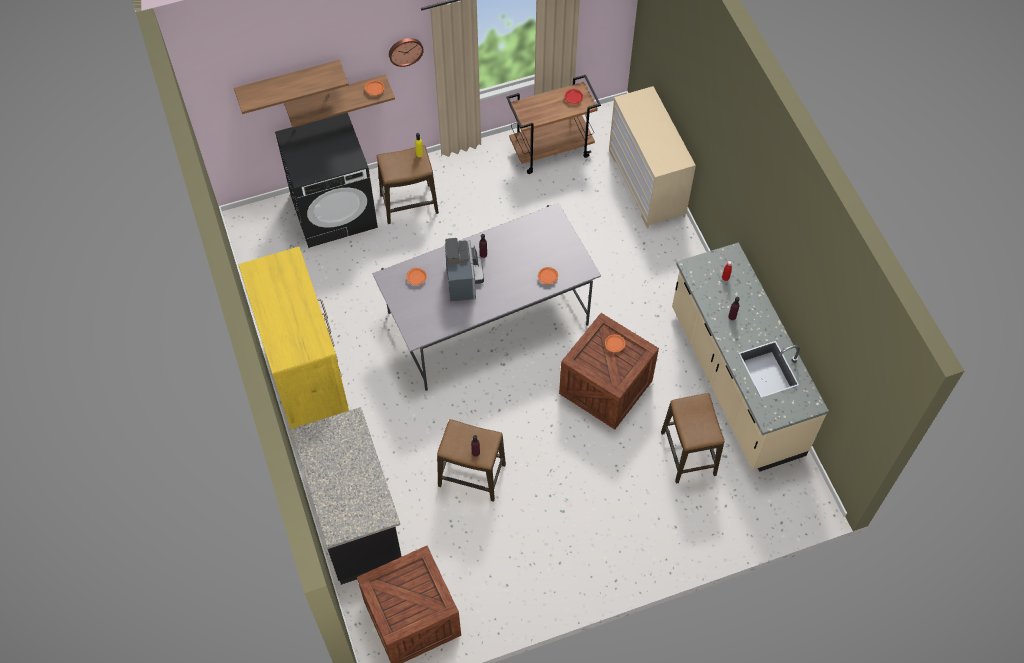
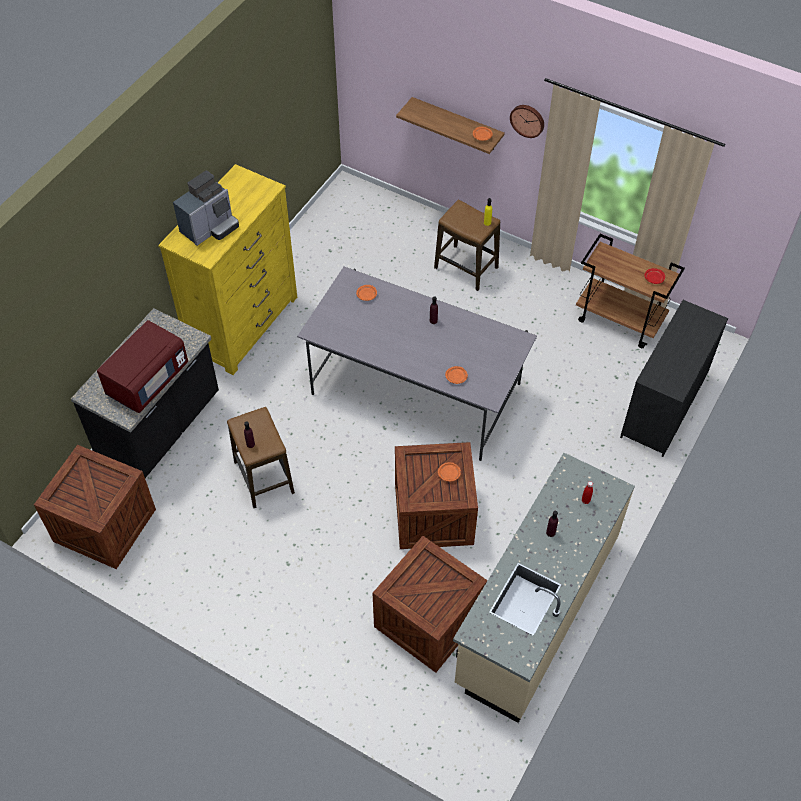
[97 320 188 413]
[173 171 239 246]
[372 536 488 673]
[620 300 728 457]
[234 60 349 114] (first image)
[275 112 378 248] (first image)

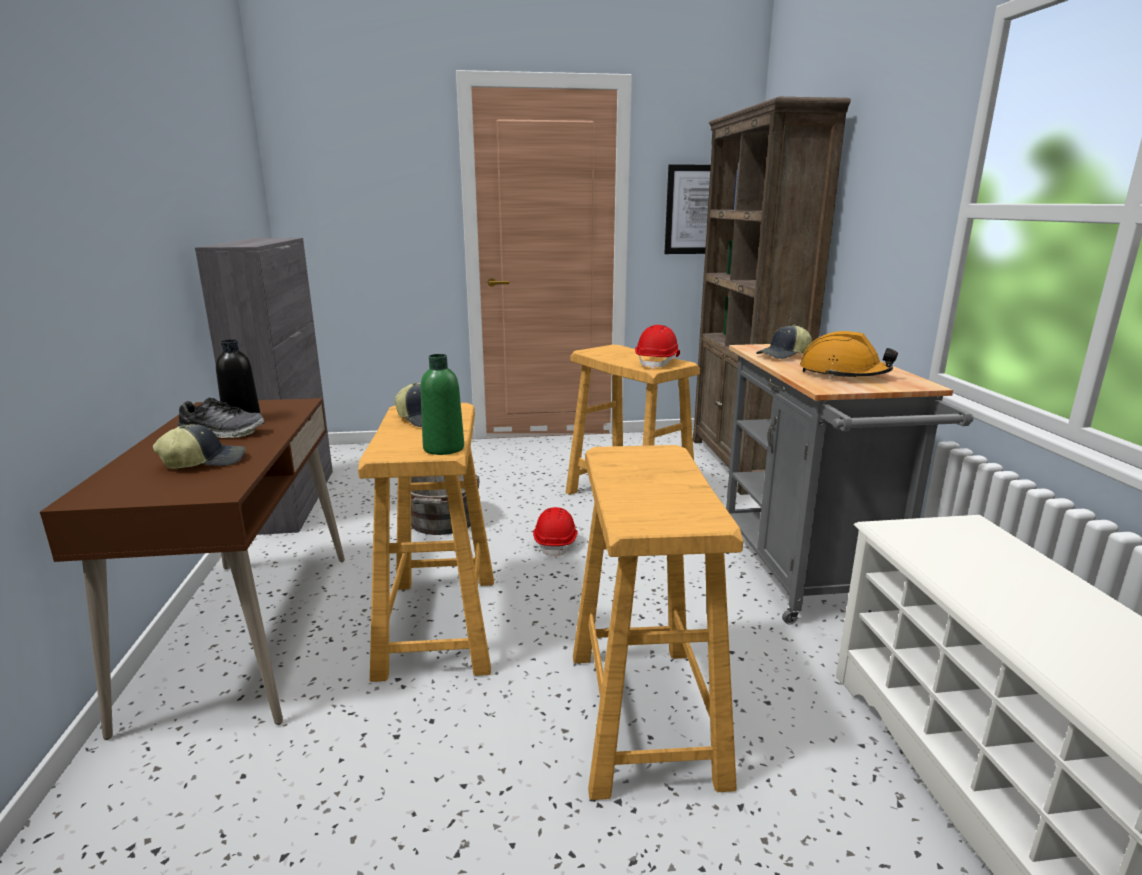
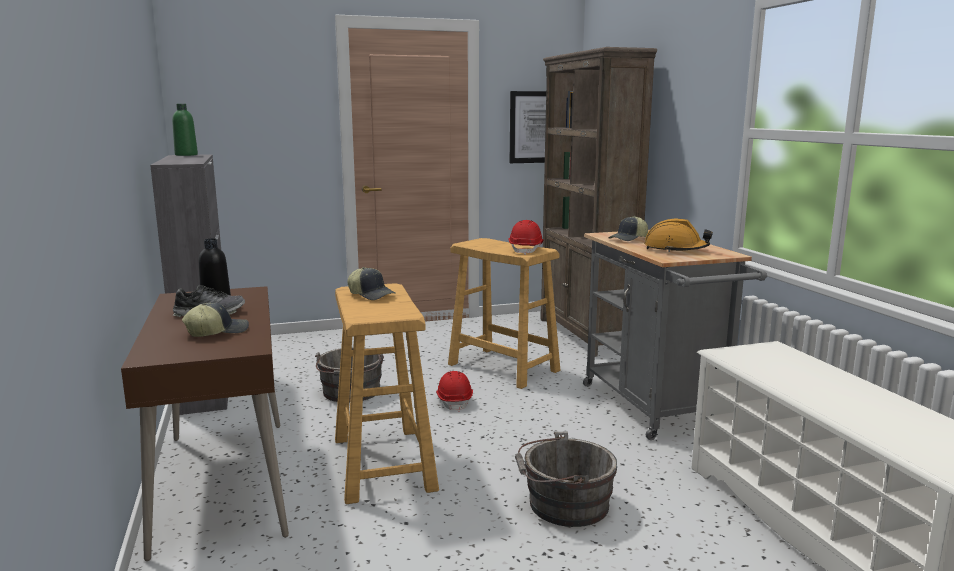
[172 104 198 156]
[515 431 617 527]

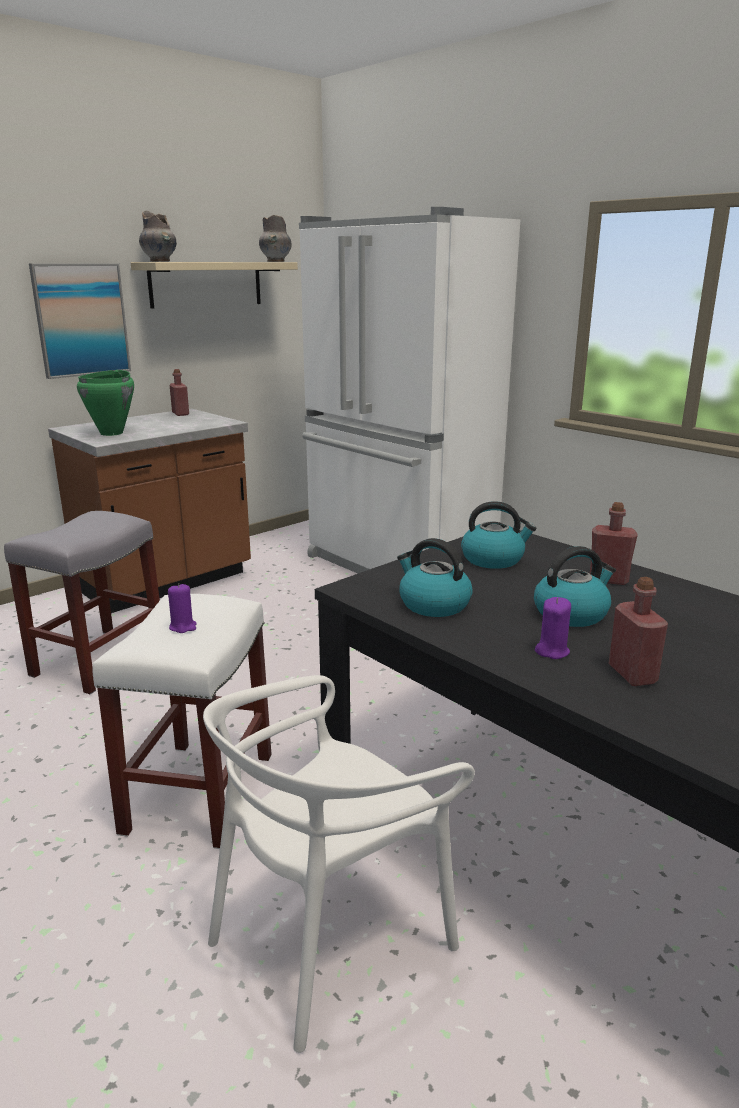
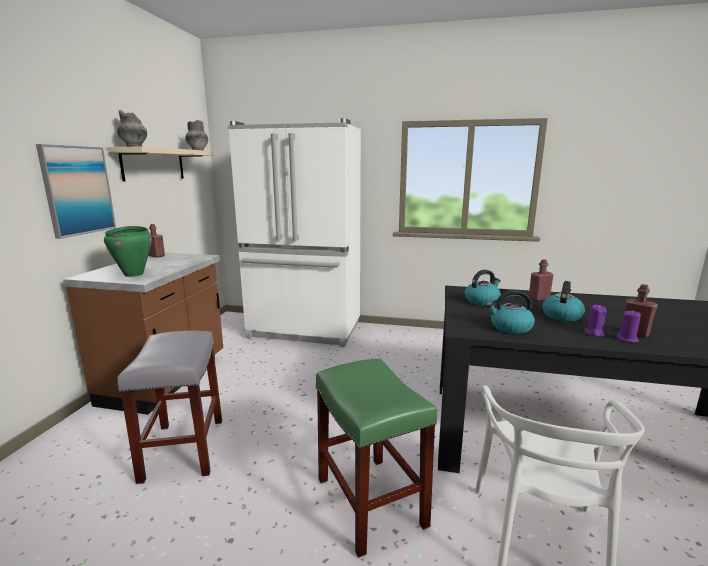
[315 359 437 558]
[617 310 641 342]

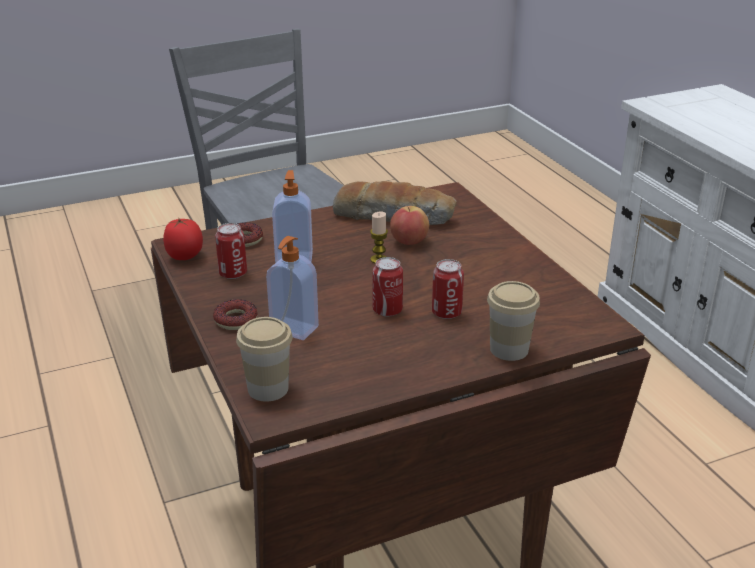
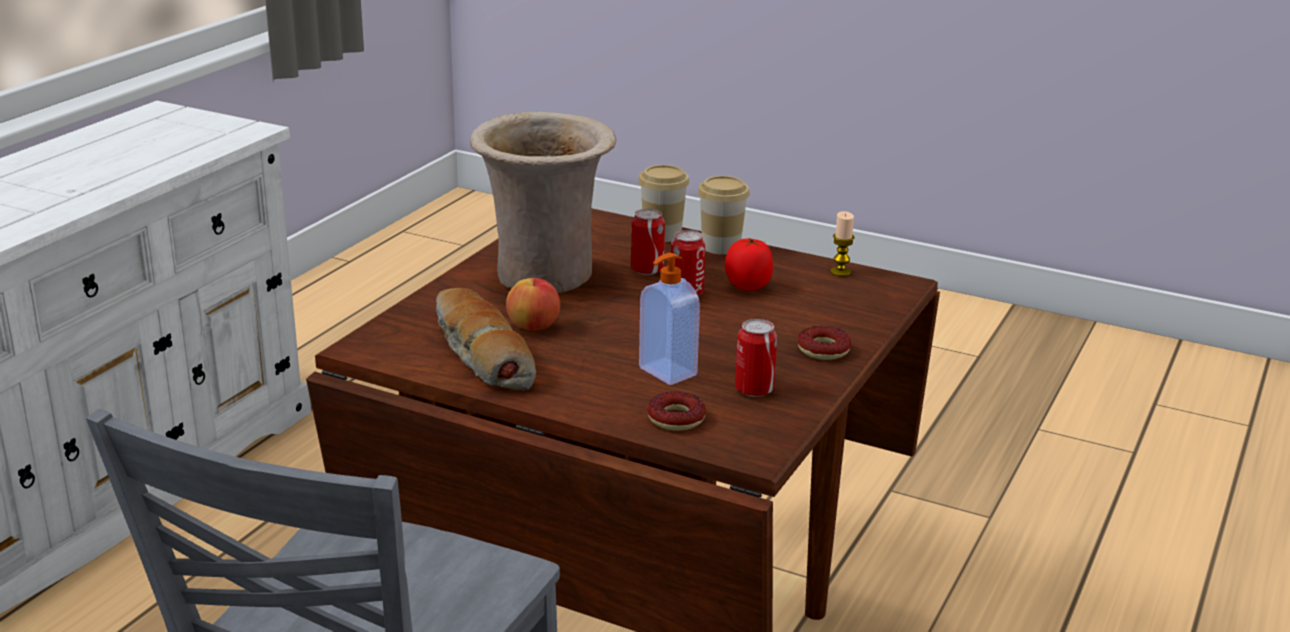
[470 112 617 293]
[698 176 750 255]
[725 238 773 291]
[830 211 854 277]
[266 236 319 340] (first image)

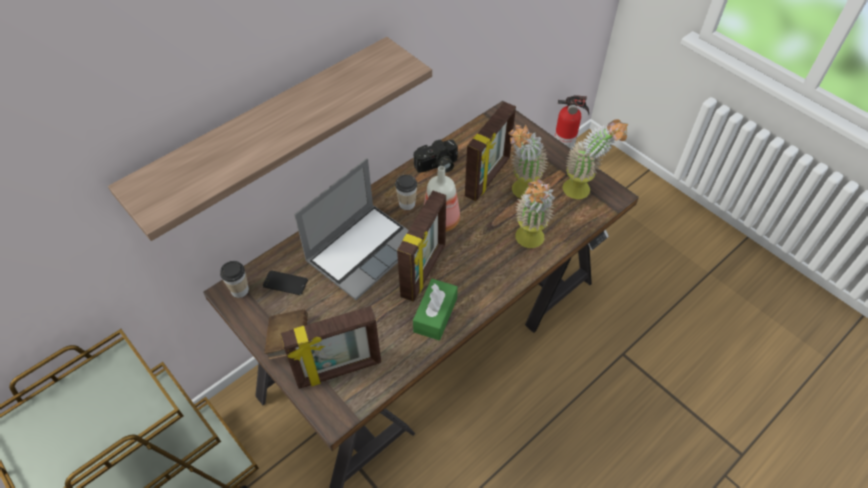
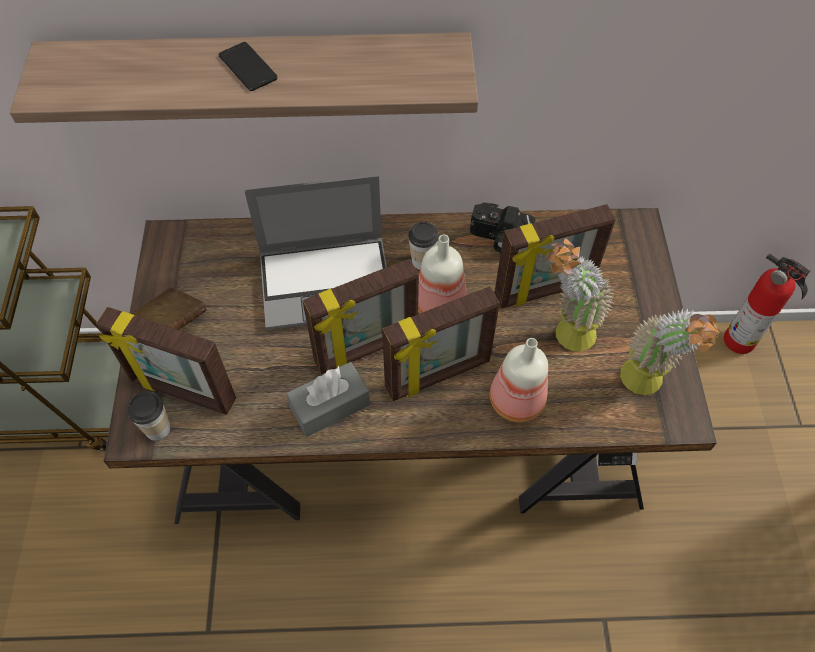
[127 391 171 441]
[218 42 278 91]
[286 362 370 437]
[382 286 500 401]
[490 338 548 423]

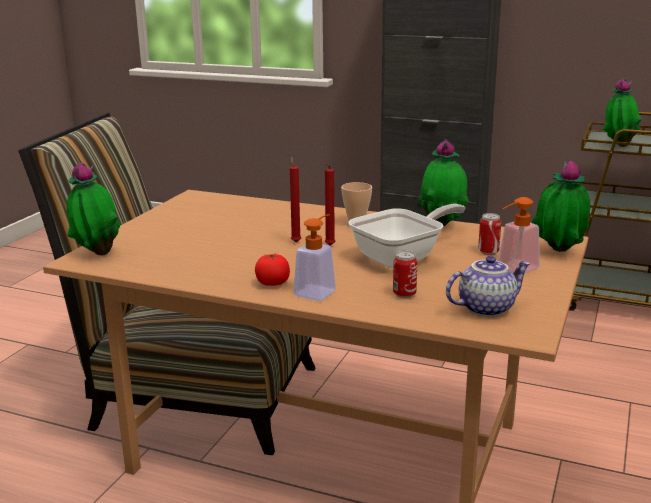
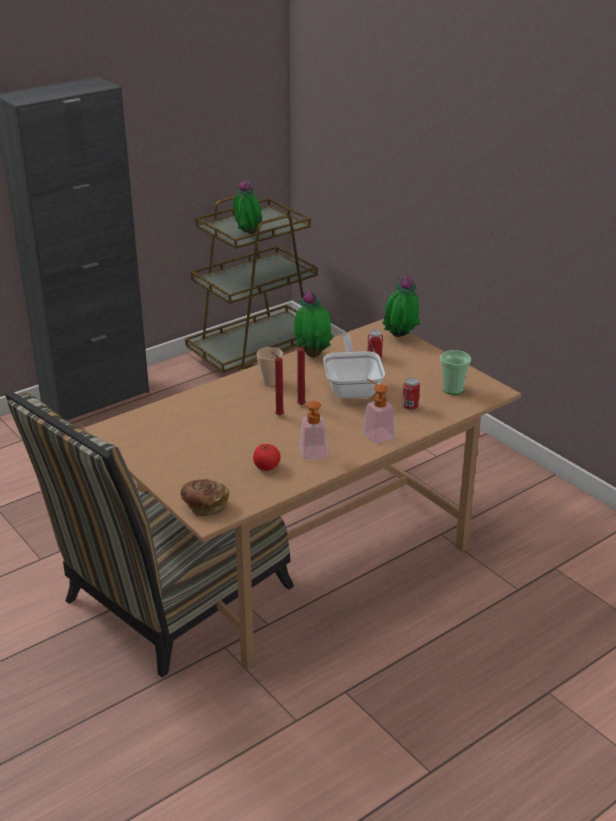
[180 479 229 516]
[253 444 281 471]
[300 401 328 460]
[440 350 471 395]

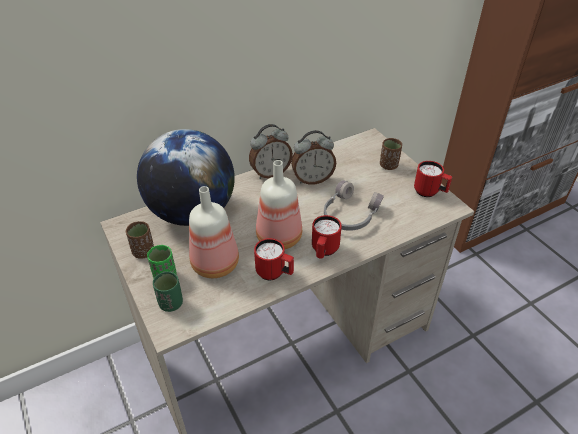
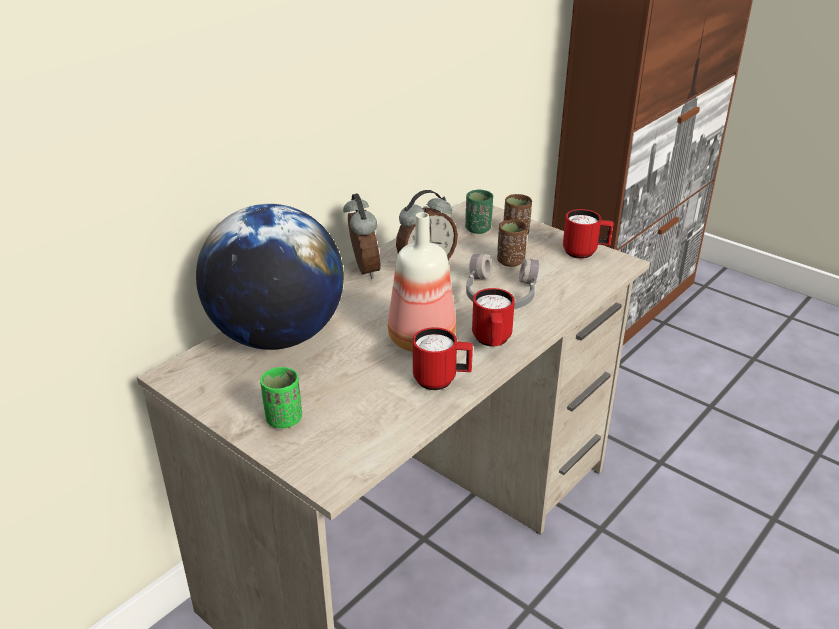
[343 193 380 279]
[465 189 493 234]
[497 220 527 267]
[189 186 239 278] (first image)

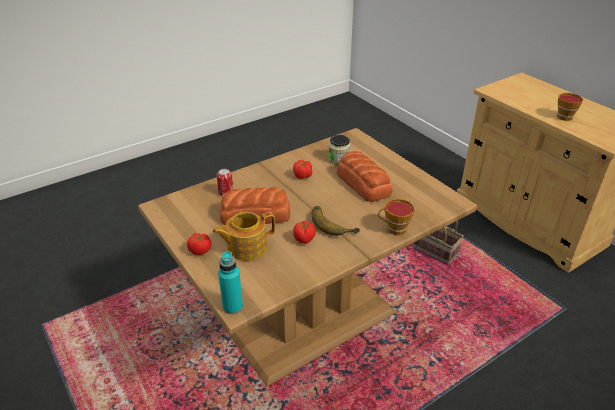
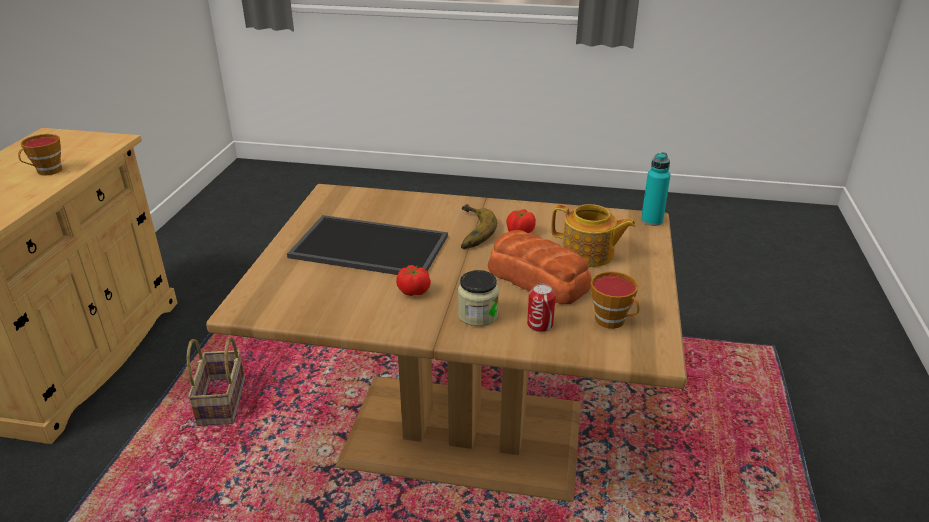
[287 215 448 275]
[458 270 499 326]
[591 271 640 329]
[187 233 212 255] (first image)

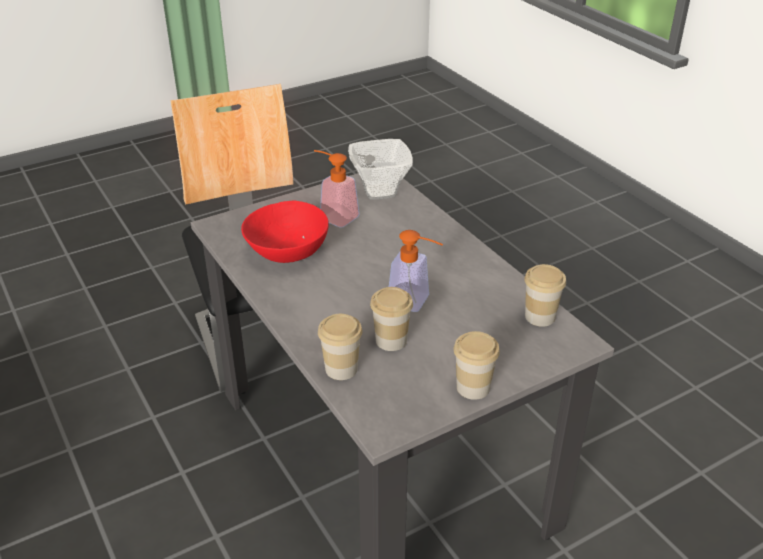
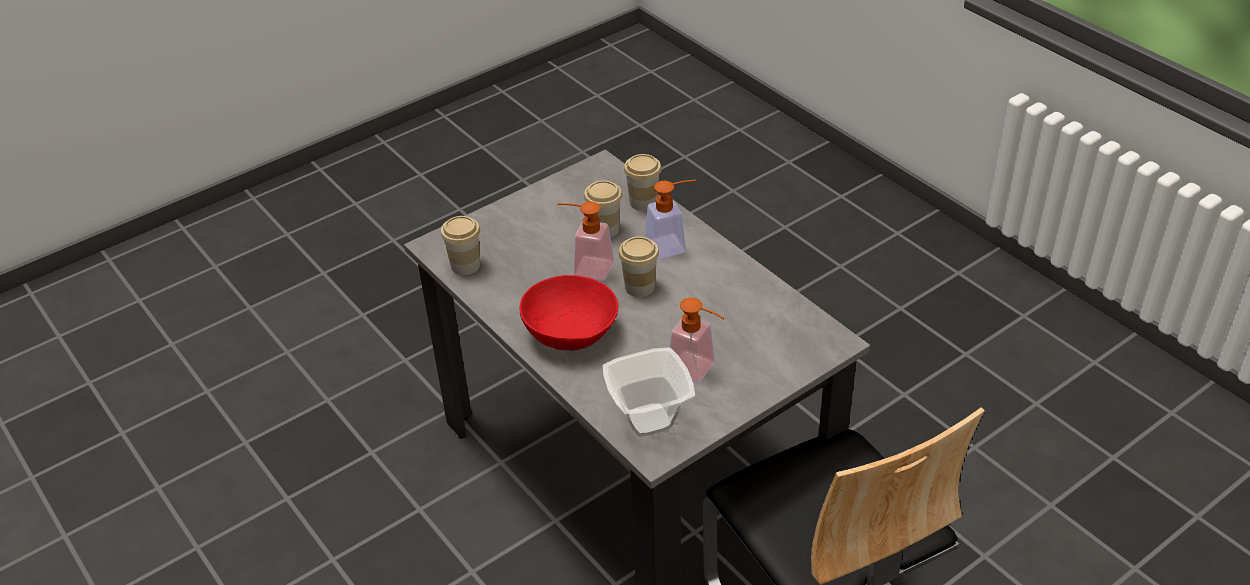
[519 275 618 350]
[618 236 659 297]
[645 180 696 260]

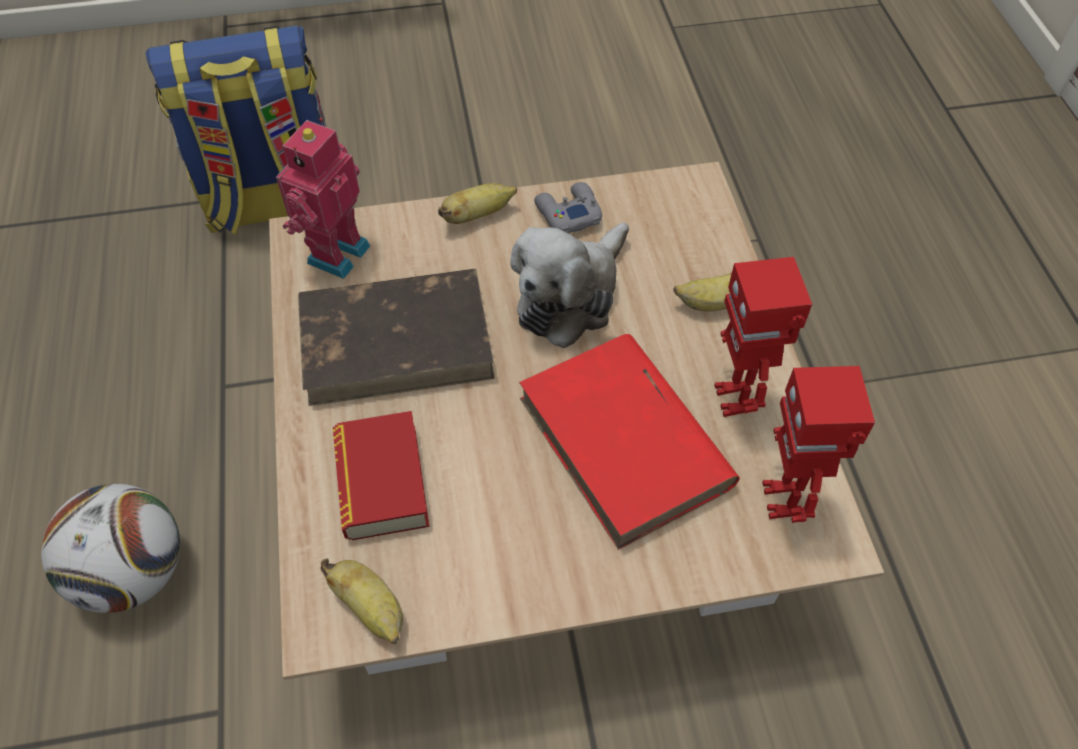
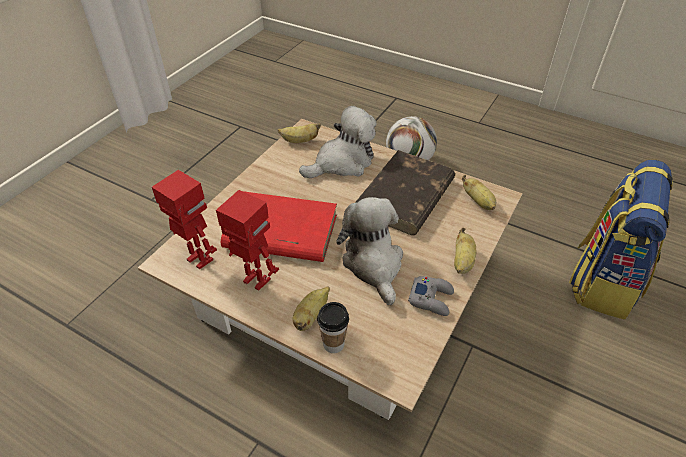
[299 106 377 178]
[317 302 349 353]
[462 175 496 210]

